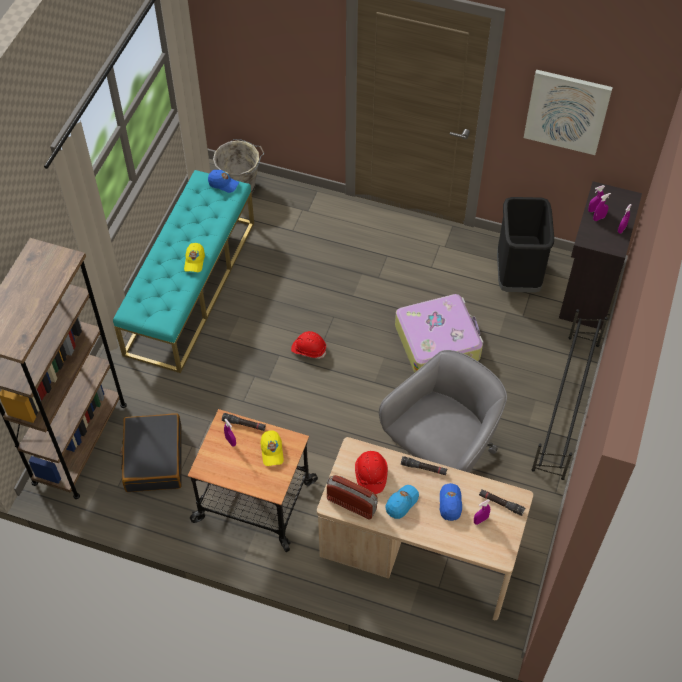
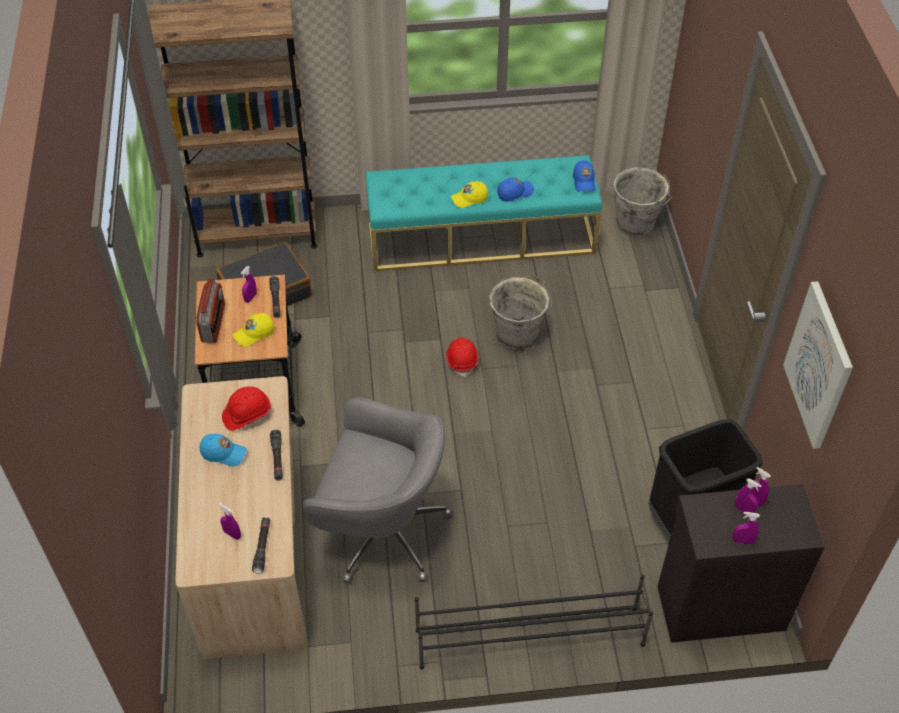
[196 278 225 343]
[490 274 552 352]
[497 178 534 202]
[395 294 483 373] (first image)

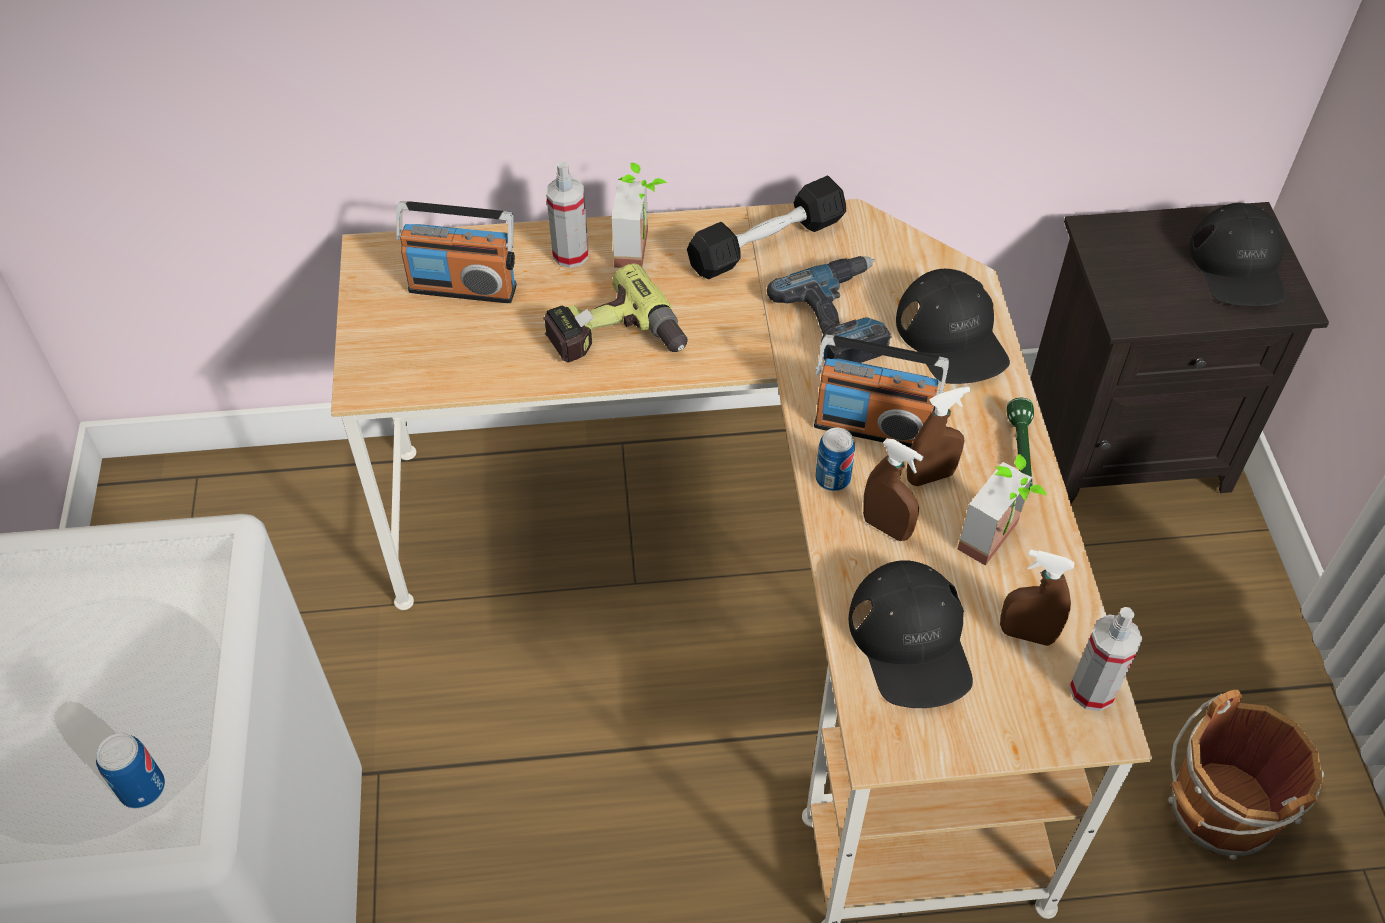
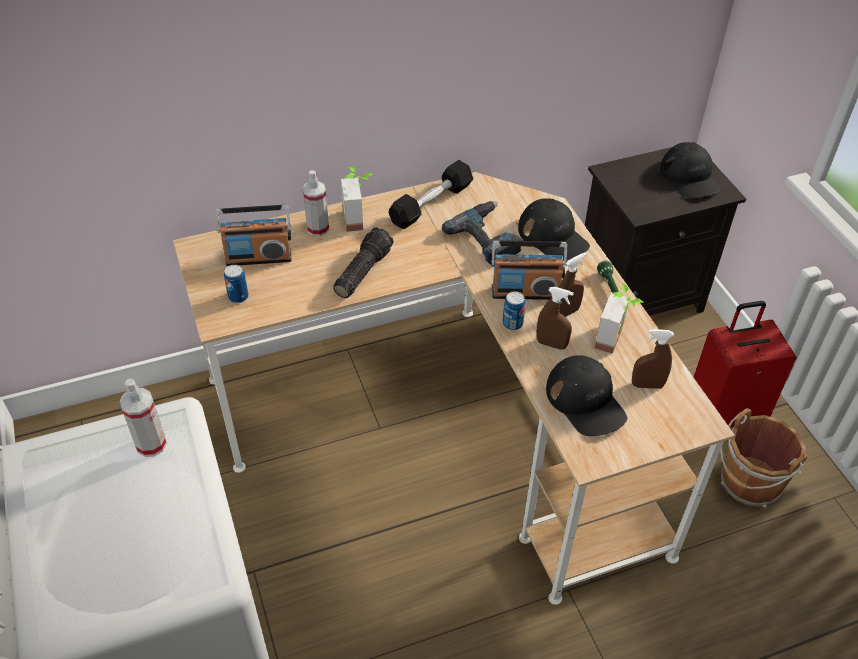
[120 379 167 457]
[224 265 249 303]
[333 227 393 298]
[694 301 796 427]

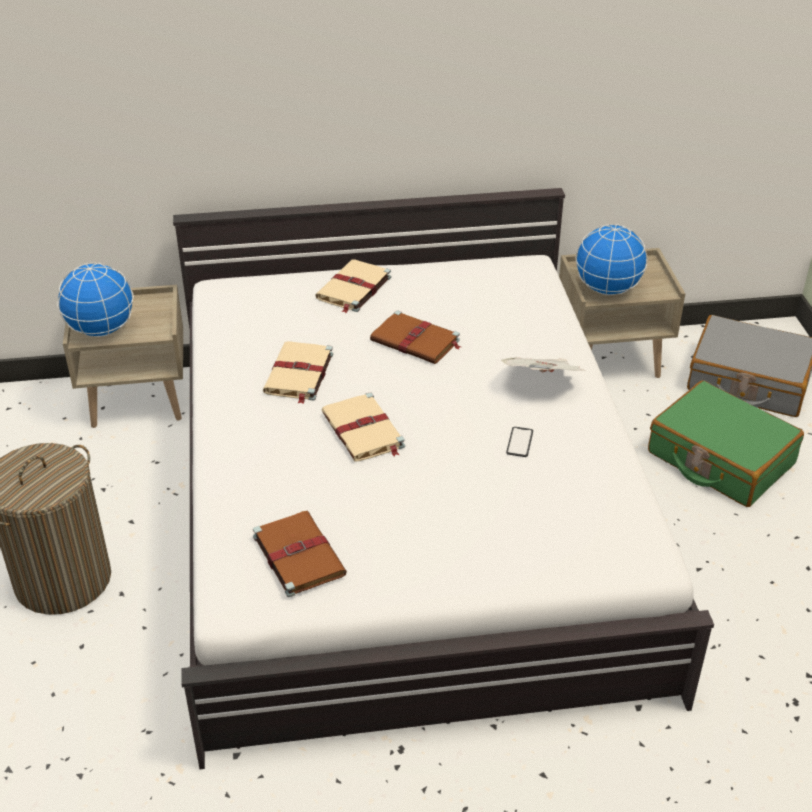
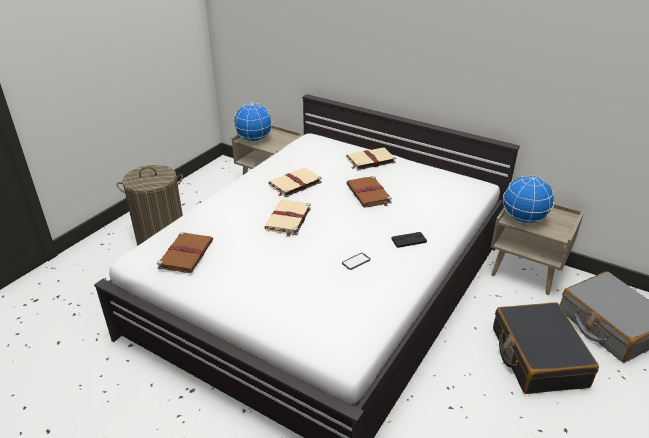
[392 232 427 248]
[493 302 599 394]

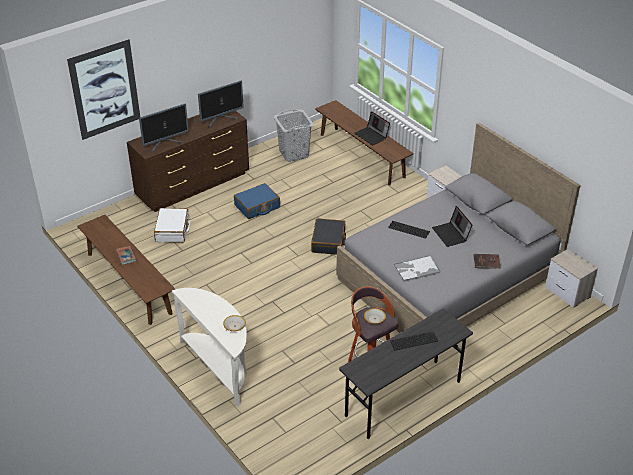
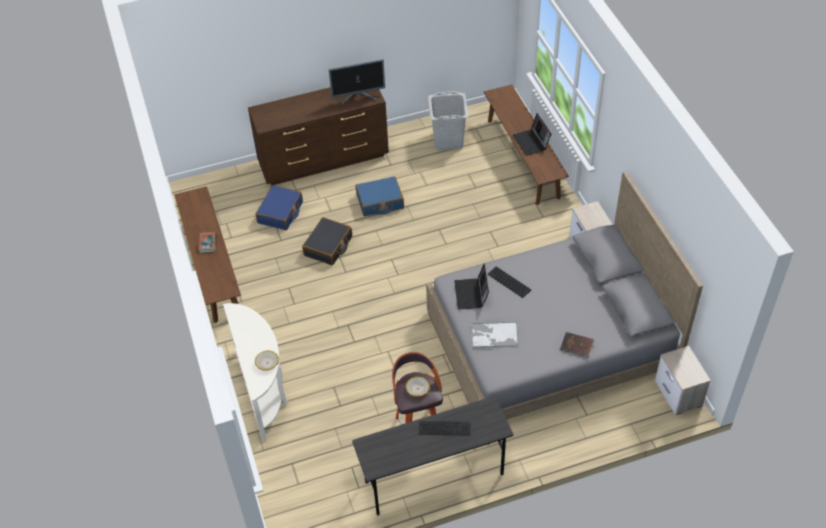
[256 185 303 230]
[302 217 352 265]
[454 264 489 310]
[67 39 140 140] (first image)
[139 104 189 152] (first image)

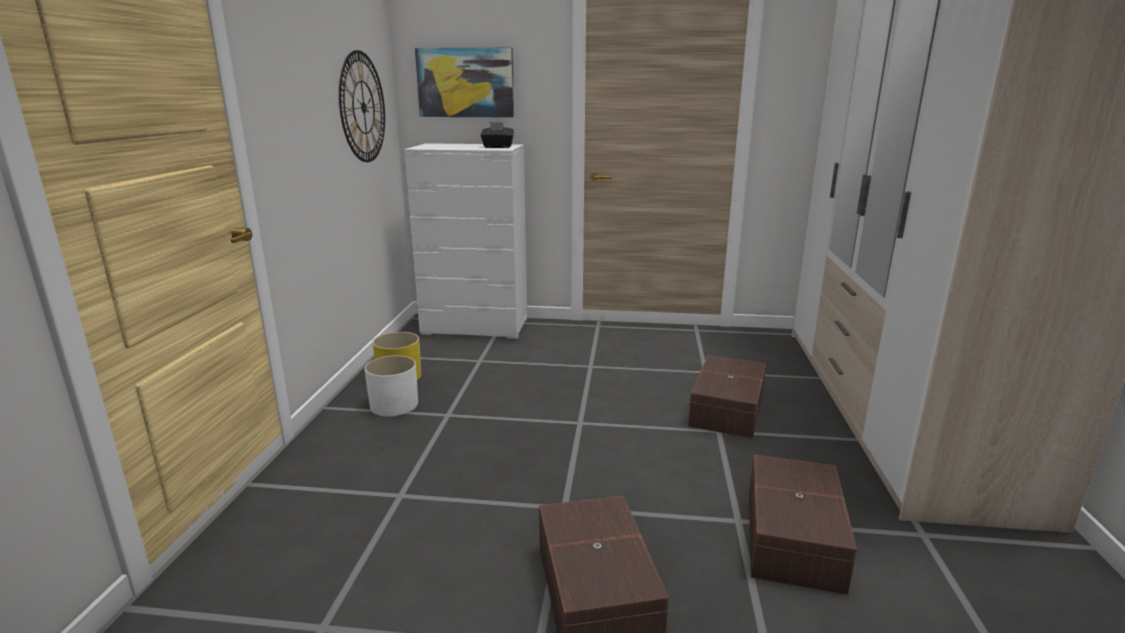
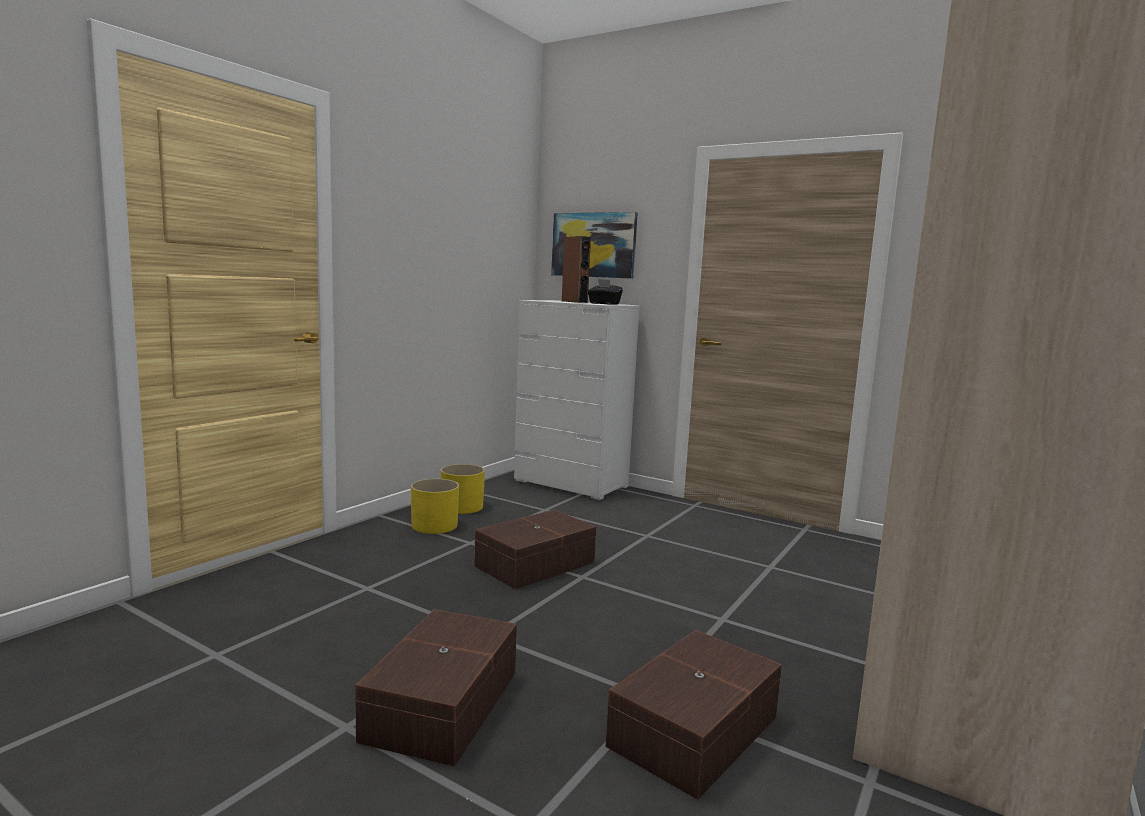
[411 479 459 534]
[474 510 596 589]
[562 236 591 303]
[339 50 385 162] (first image)

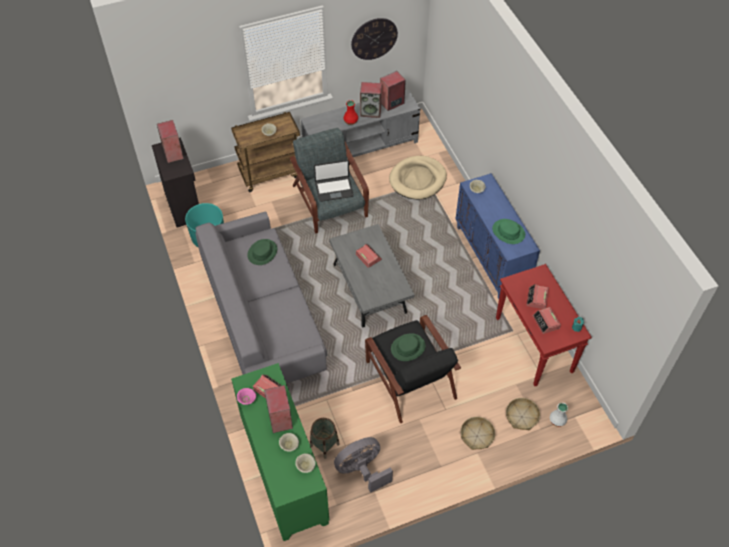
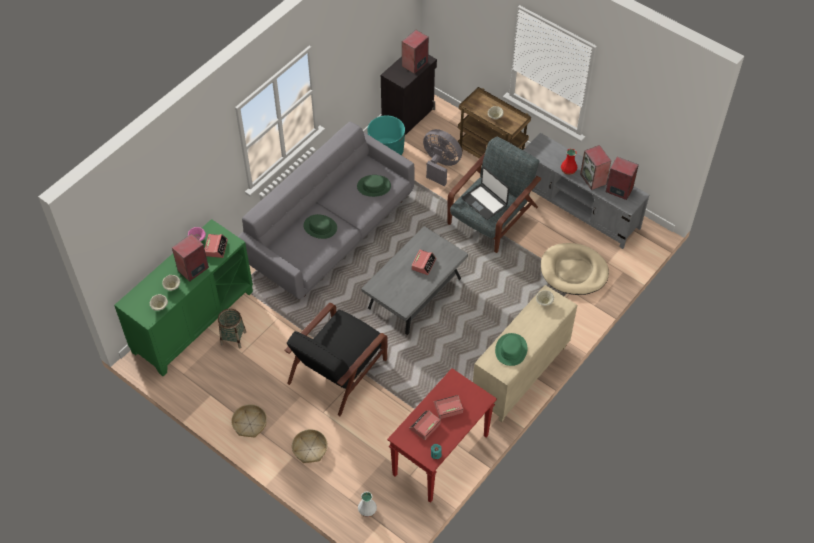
[231 404 267 438]
[303 214 337 239]
[423 129 462 186]
[473 285 577 422]
[351 18 398 60] (first image)

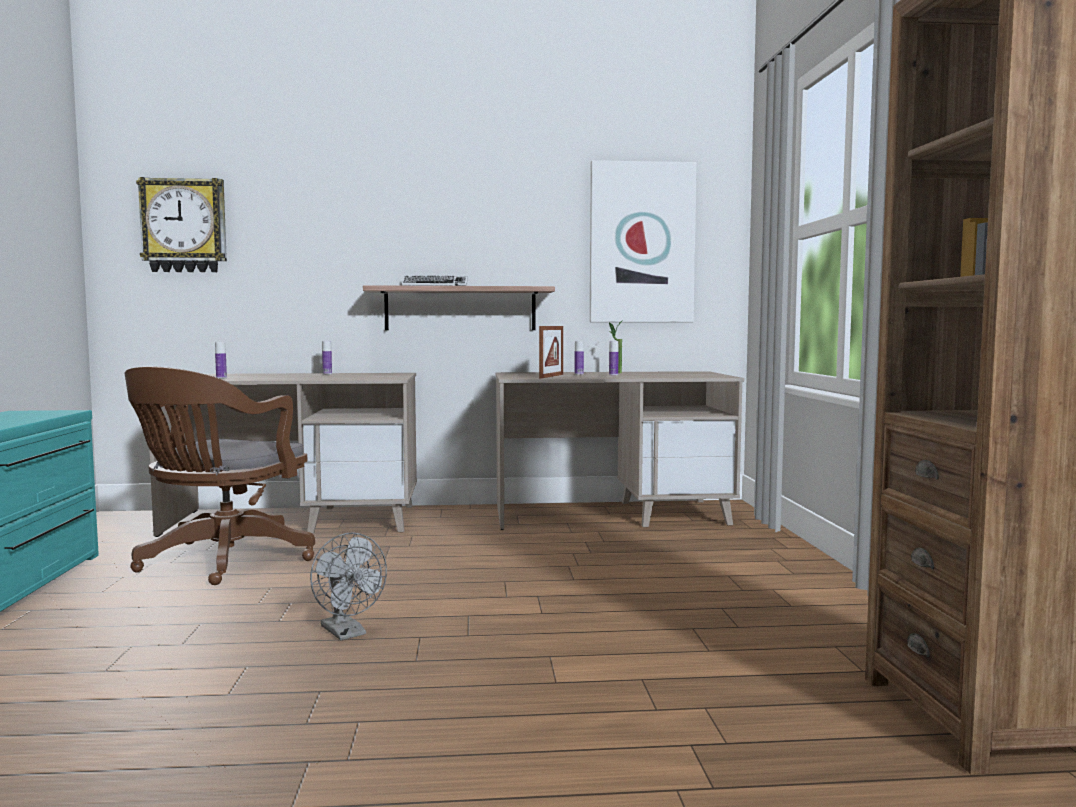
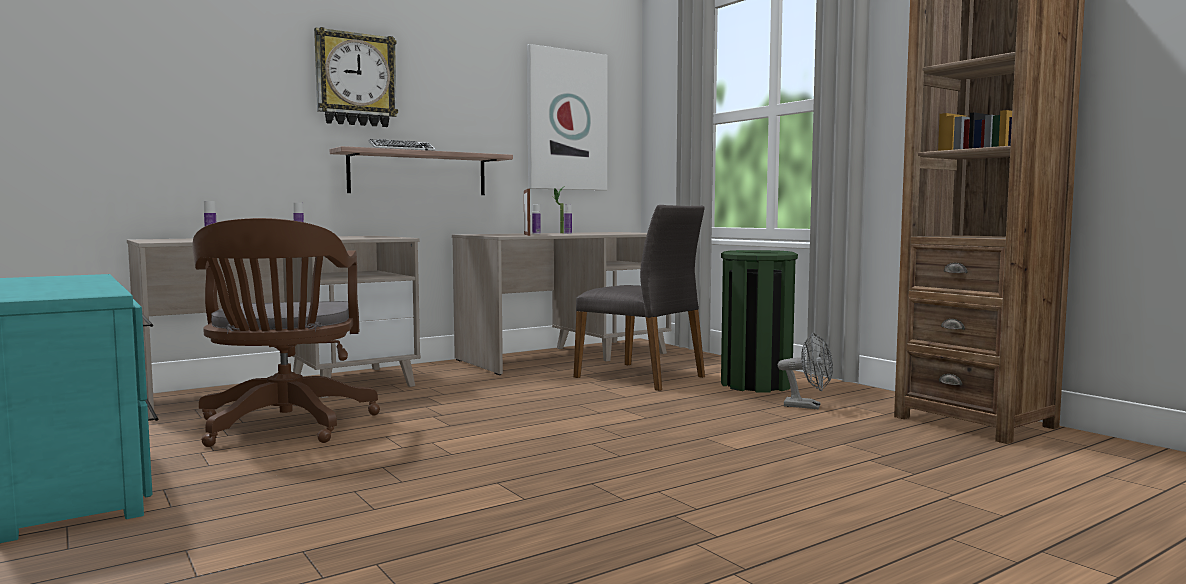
[314 27 398 127]
[574 205 705 391]
[721 250 798 392]
[778 332 833 409]

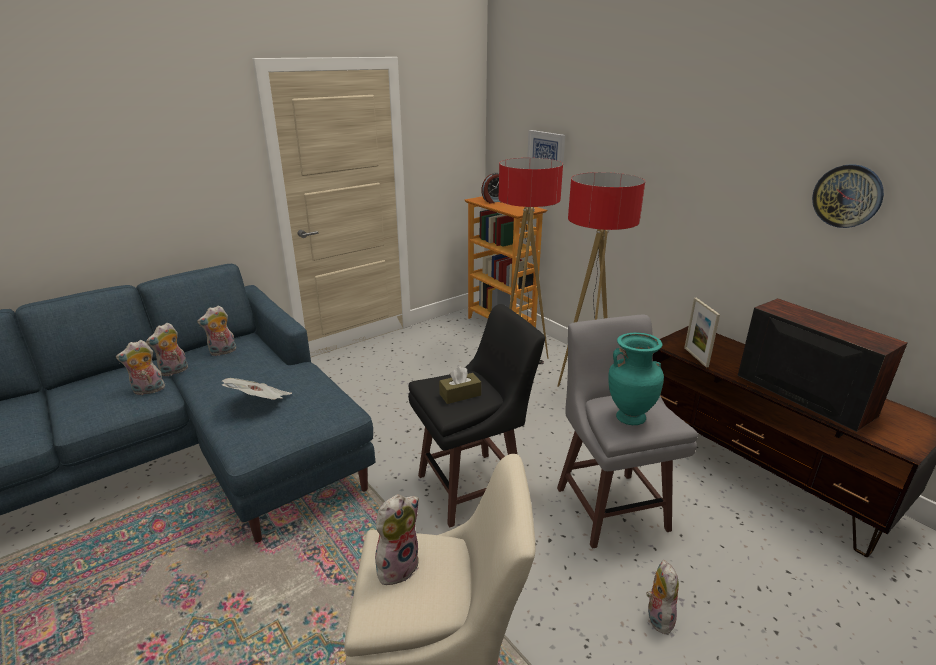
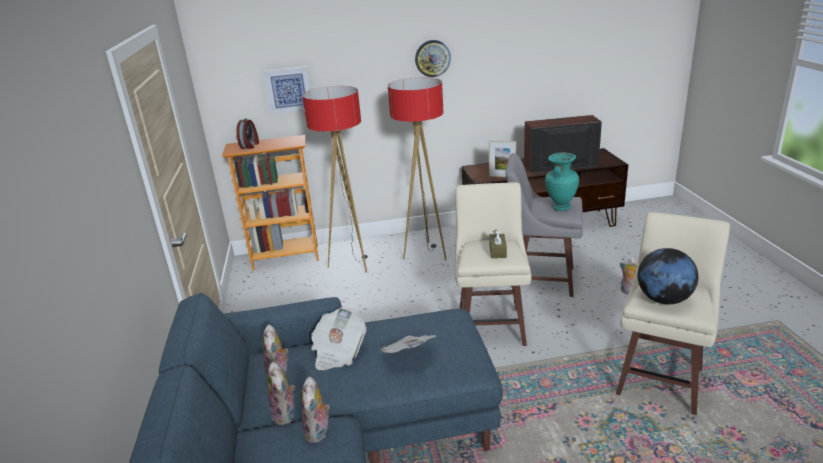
[311 307 366 370]
[415 40 451 77]
[455 182 532 346]
[638 248 698 304]

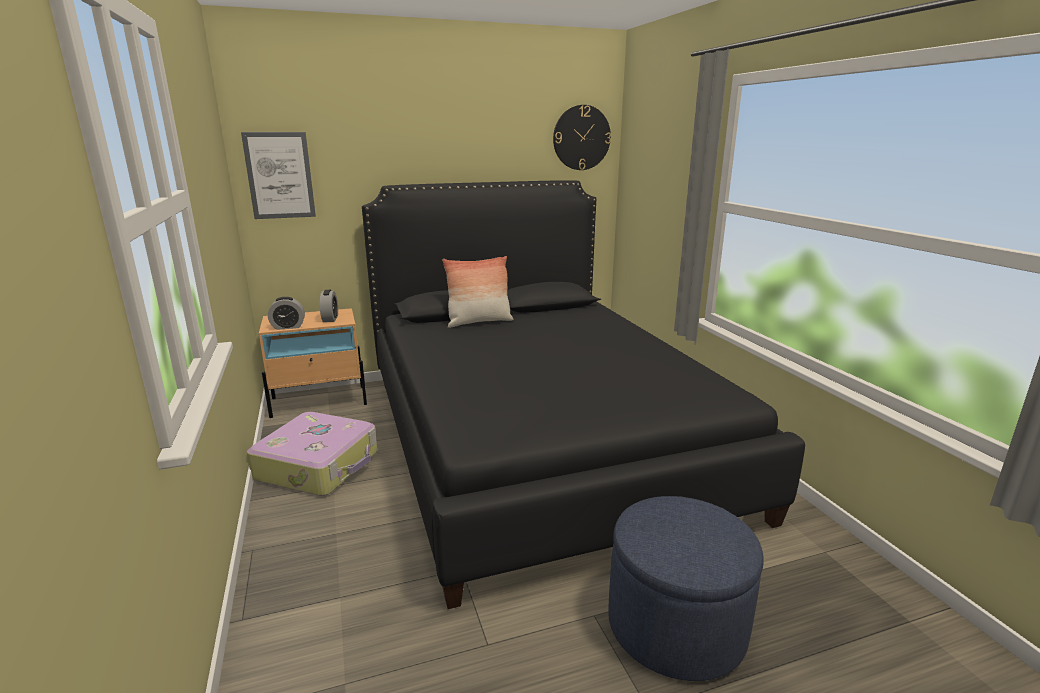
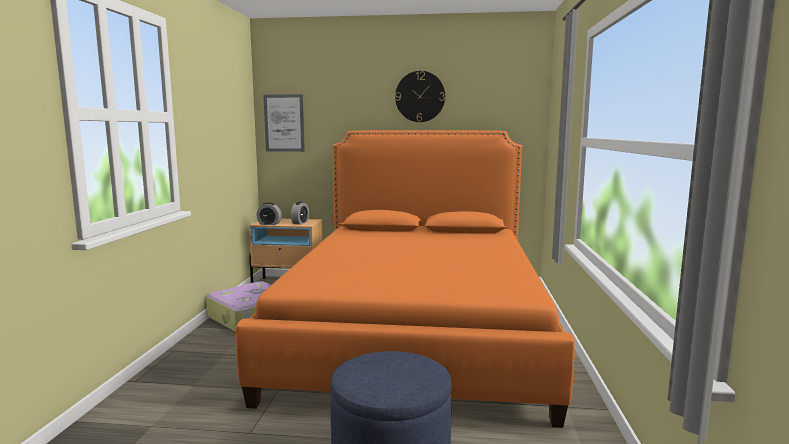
[236 130 575 428]
[395 71 445 122]
[442 256 514 328] (first image)

